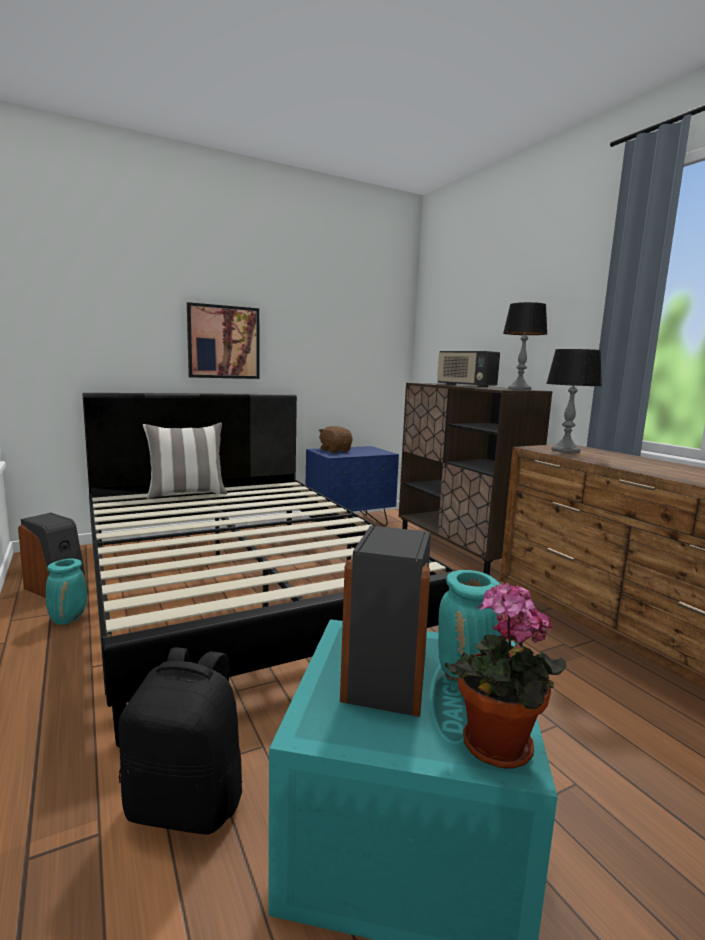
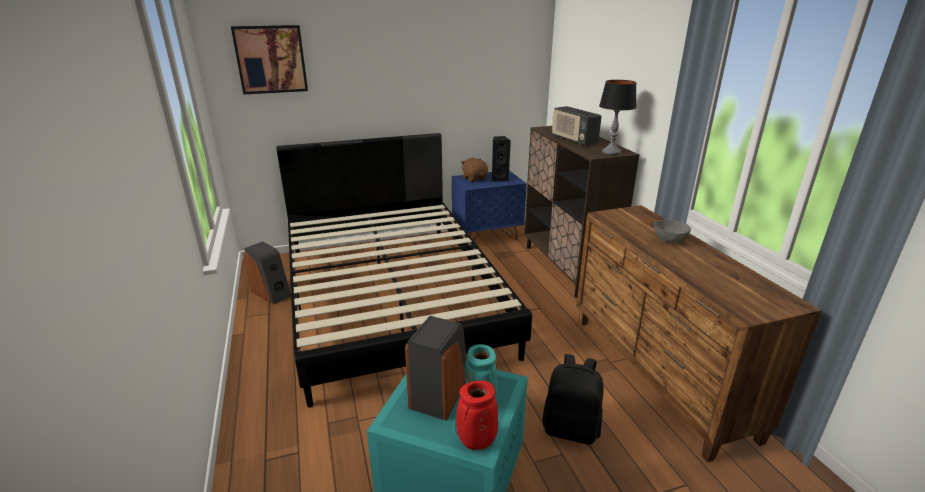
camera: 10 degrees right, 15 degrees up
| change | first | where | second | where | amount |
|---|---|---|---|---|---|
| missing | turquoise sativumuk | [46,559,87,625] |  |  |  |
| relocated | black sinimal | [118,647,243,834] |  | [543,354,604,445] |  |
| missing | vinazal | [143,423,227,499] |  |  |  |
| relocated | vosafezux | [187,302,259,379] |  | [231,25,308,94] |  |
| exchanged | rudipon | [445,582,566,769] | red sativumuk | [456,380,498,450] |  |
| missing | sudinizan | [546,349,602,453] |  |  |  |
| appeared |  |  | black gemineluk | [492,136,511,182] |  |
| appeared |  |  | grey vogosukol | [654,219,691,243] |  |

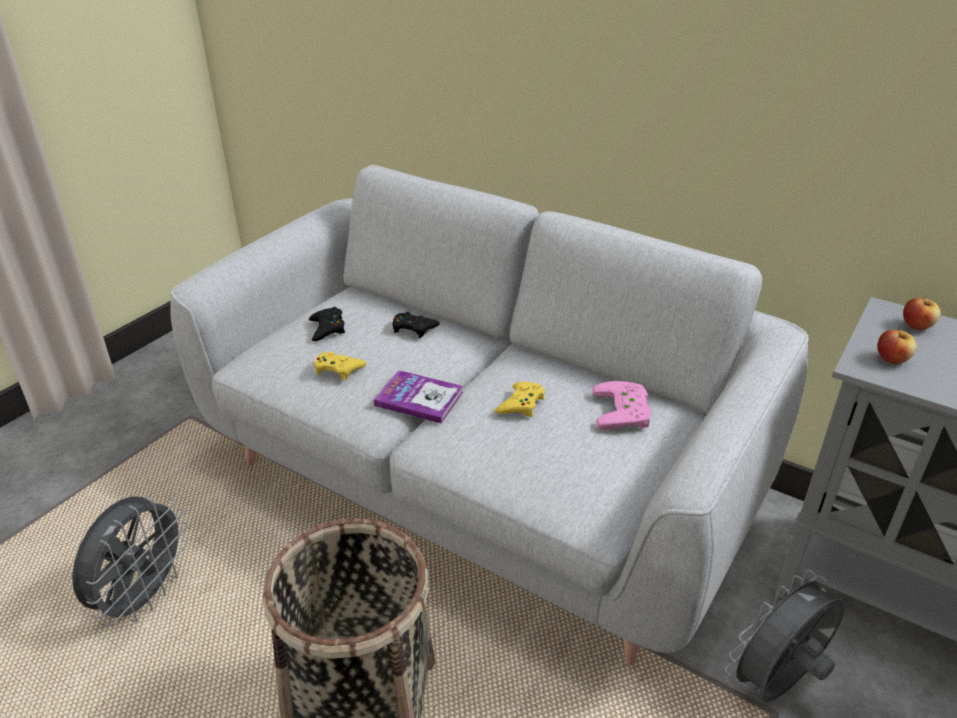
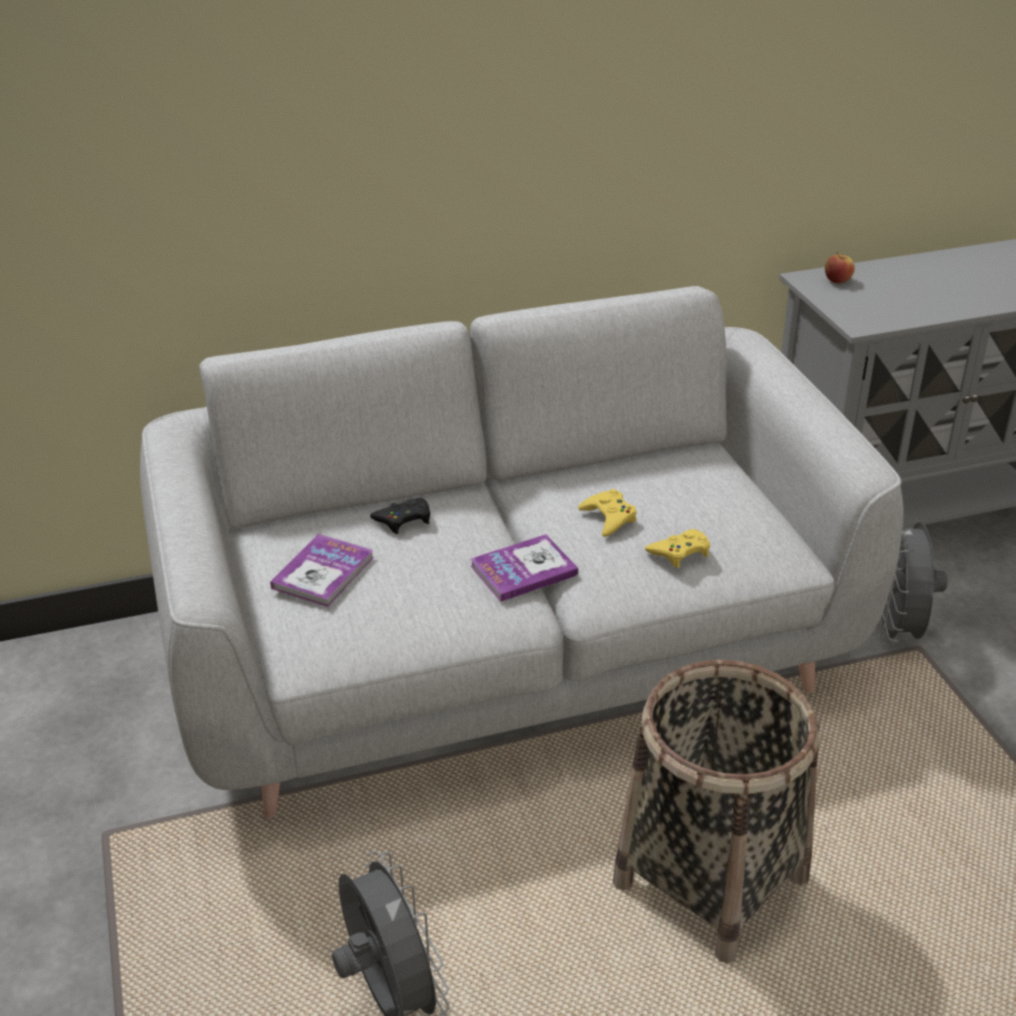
camera: 50 degrees left, 0 degrees up
| change | first | where | second | where | amount |
|---|---|---|---|---|---|
| exchanged | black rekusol | [309,307,345,341] | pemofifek | [270,534,374,607] |  |
| relocated | yellow rekusol | [314,352,366,381] |  | [645,529,710,568] |  |
| missing | pink rekusol | [593,381,651,430] |  |  |  |
| missing | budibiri | [878,327,917,364] |  |  |  |

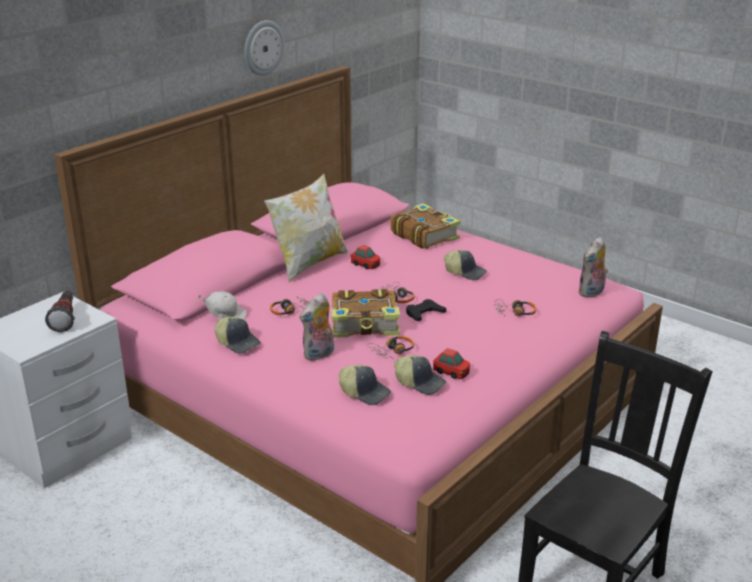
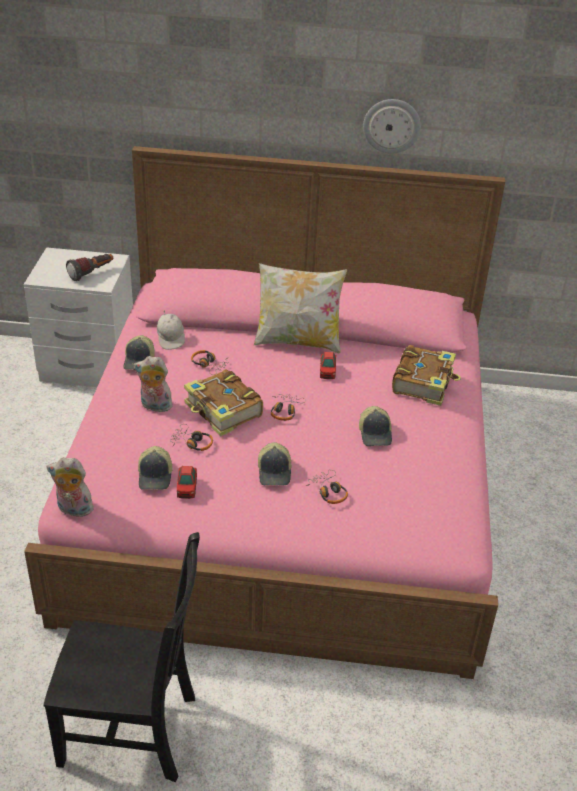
camera: 55 degrees right, 10 degrees up
| change | first | where | second | where | amount |
|---|---|---|---|---|---|
| relocated | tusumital | [339,364,391,405] |  | [258,442,292,486] |  |
| missing | black rekusol | [406,299,446,321] |  |  |  |
| relocated | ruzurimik | [579,237,608,298] |  | [46,457,96,517] |  |

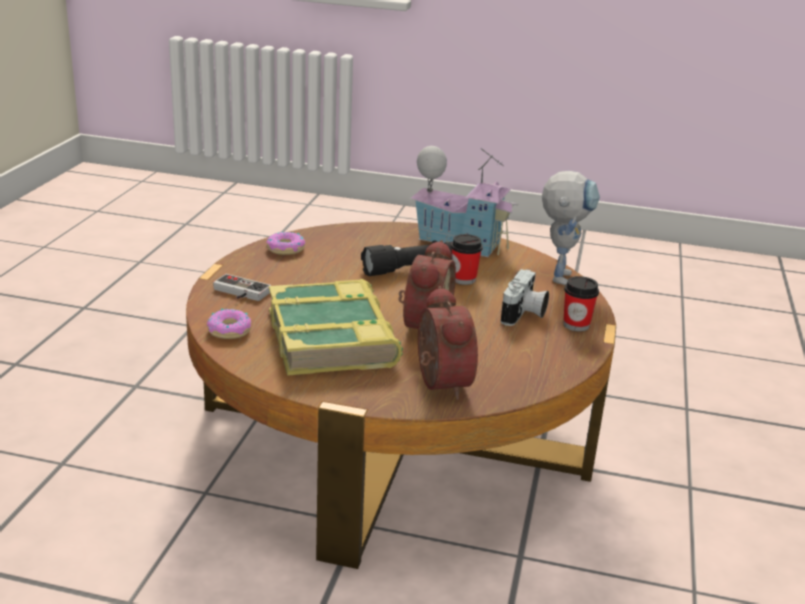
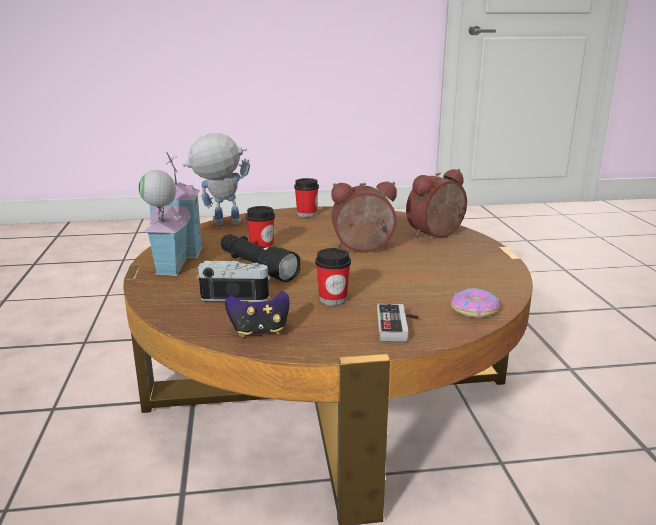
camera: 110 degrees left, 5 degrees down
| change | first | where | second | where | amount |
|---|---|---|---|---|---|
| exchanged | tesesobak | [266,232,305,255] | rekusol | [225,291,290,338] |  |
| missing | pemofifek | [269,279,403,375] |  |  |  |
| relocated | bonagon | [501,269,549,326] |  | [196,261,271,302] |  |
| appeared |  |  | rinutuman | [315,248,351,305] |  |

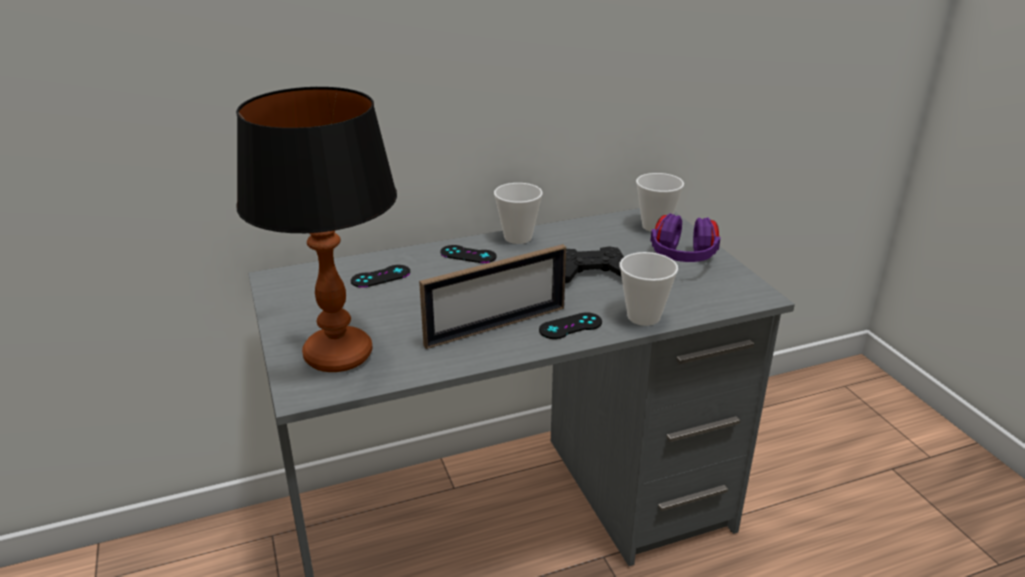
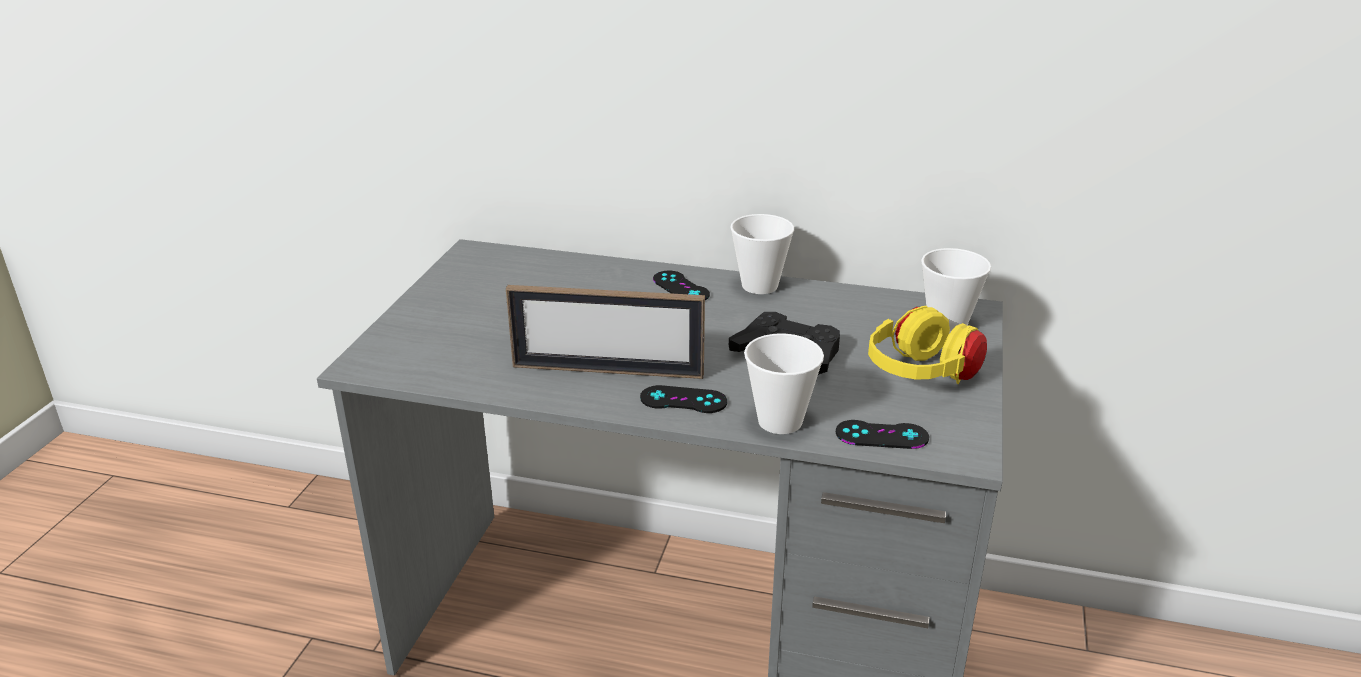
camera: 35 degrees right, 0 degrees up
| change | first | where | second | where | amount |
|---|---|---|---|---|---|
| missing | sudinizan | [236,87,397,372] |  |  |  |
| relocated | black rekusol | [351,265,410,288] |  | [836,420,929,449] |  |
| colour | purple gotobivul | [651,213,721,262] | yellow gotobivul | [868,306,987,384] |  |

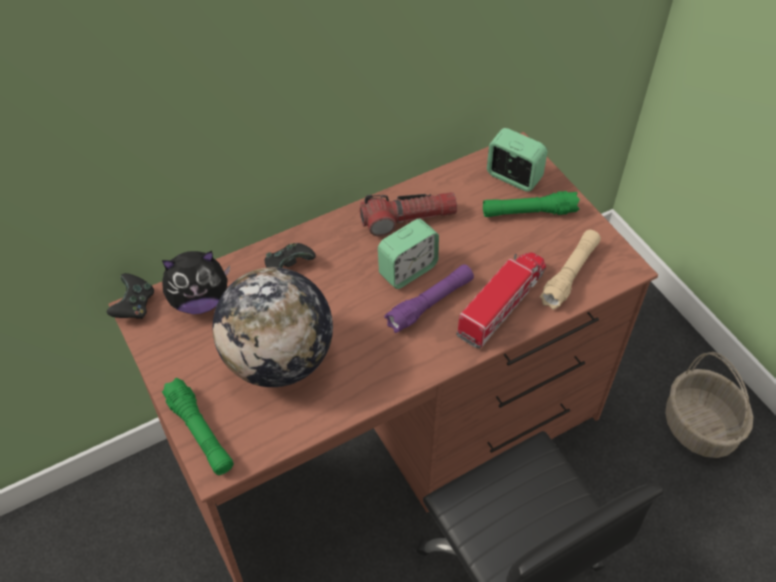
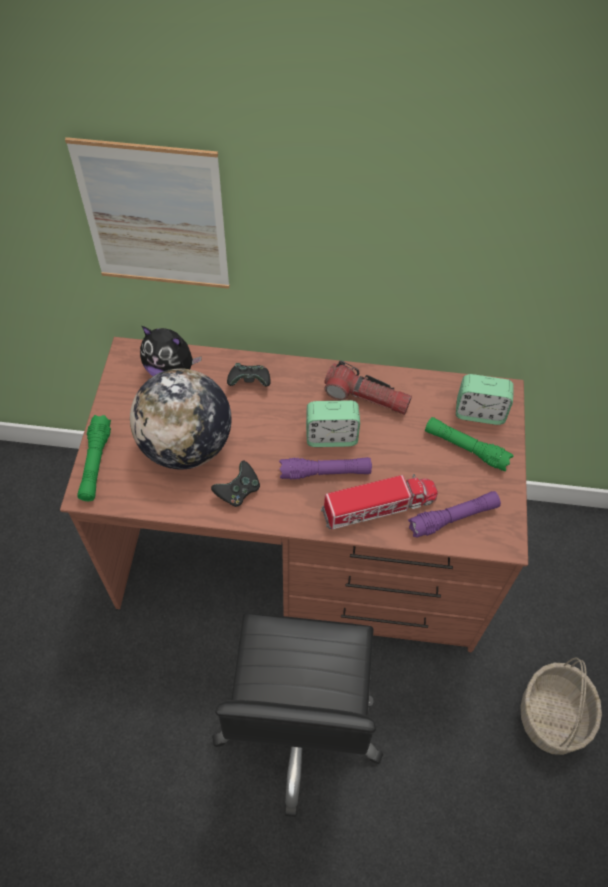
camera: 35 degrees right, 5 degrees up
| change | first | where | second | where | amount |
|---|---|---|---|---|---|
| relocated | black rekusol | [107,273,154,319] |  | [211,461,260,507] |  |
| spun | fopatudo | [487,128,548,192] |  | [456,374,514,425] | 120 degrees clockwise |
| colour | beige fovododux | [540,230,601,310] | purple fovododux | [408,491,501,537] |  |
| appeared |  |  | vosafezux | [65,137,230,289] |  |

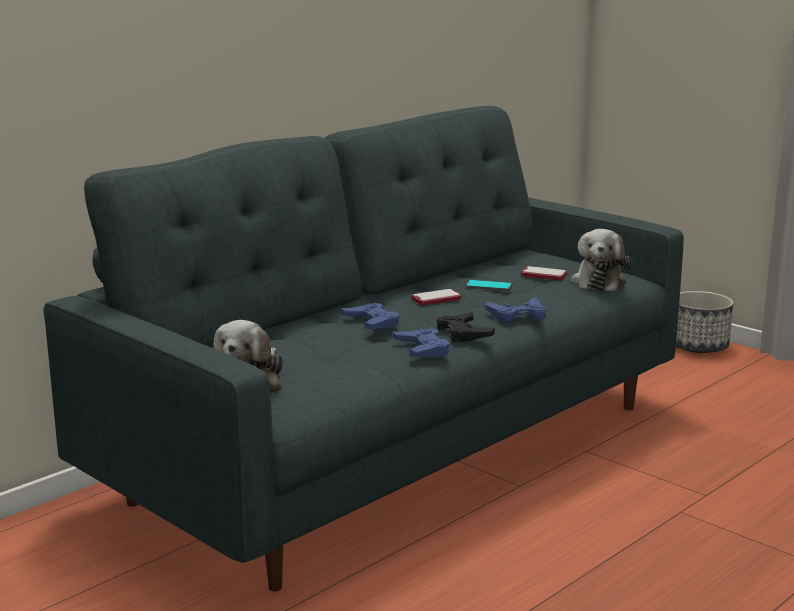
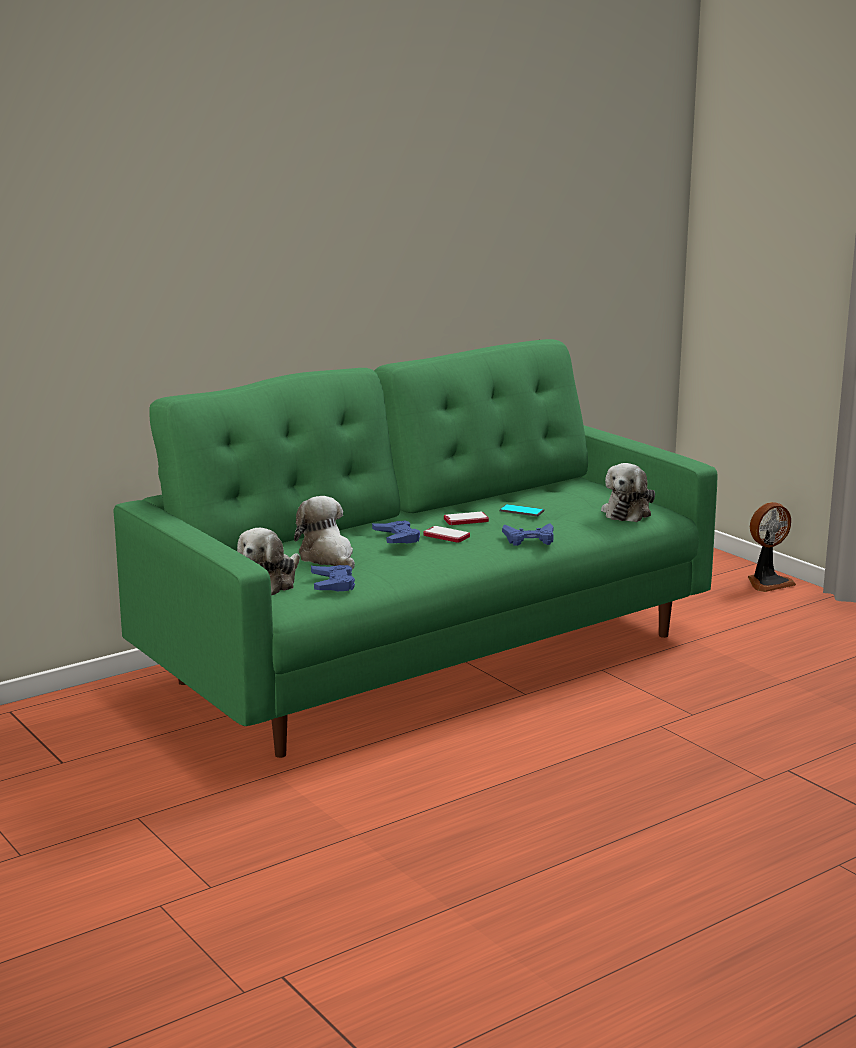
camera: 10 degrees right, 0 degrees up
| change | first | where | second | where | amount |
|---|---|---|---|---|---|
| colour | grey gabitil | [44,106,684,592] | green gabitil | [113,339,718,758] |  |
| relocated | blue rekusol | [393,328,450,357] |  | [311,565,355,591] |  |
| missing | black rekusol | [437,312,495,342] |  |  |  |
| relocated | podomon | [521,266,567,280] |  | [423,526,470,543] |  |
| exchanged | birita | [676,291,734,353] | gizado | [748,502,796,592] |  |
| appeared |  |  | ruzurimik | [294,496,355,569] |  |

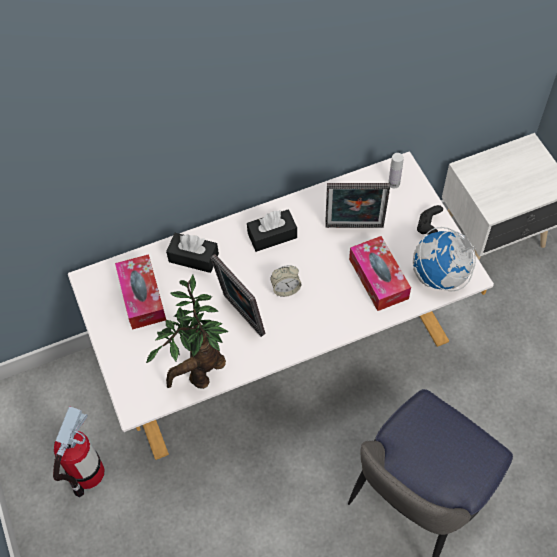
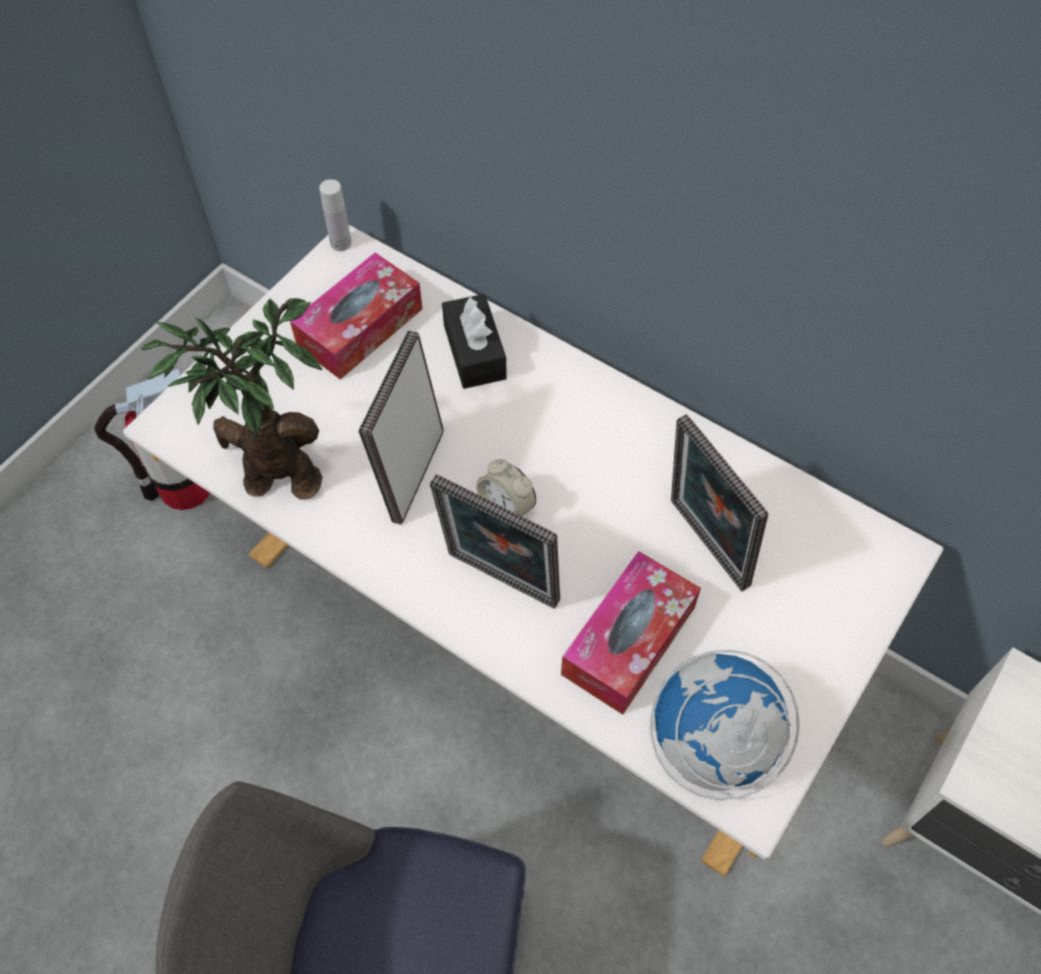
camera: 55 degrees right, 0 degrees up
| change | first | where | second | where | amount |
|---|---|---|---|---|---|
| missing | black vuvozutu | [247,209,297,252] |  |  |  |
| relocated | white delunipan | [388,153,404,189] |  | [319,179,352,251] |  |
| missing | black rekusol | [417,205,443,234] |  |  |  |
| appeared |  |  | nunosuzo | [430,474,560,609] |  |

